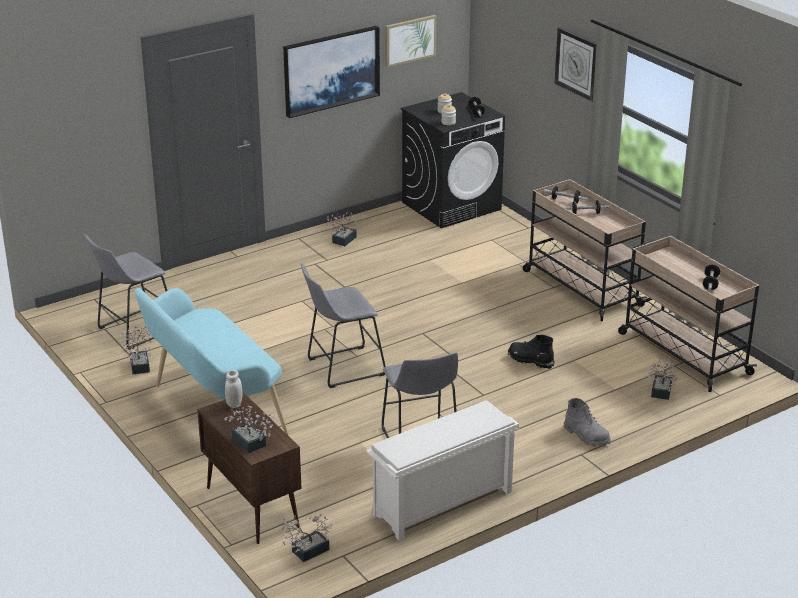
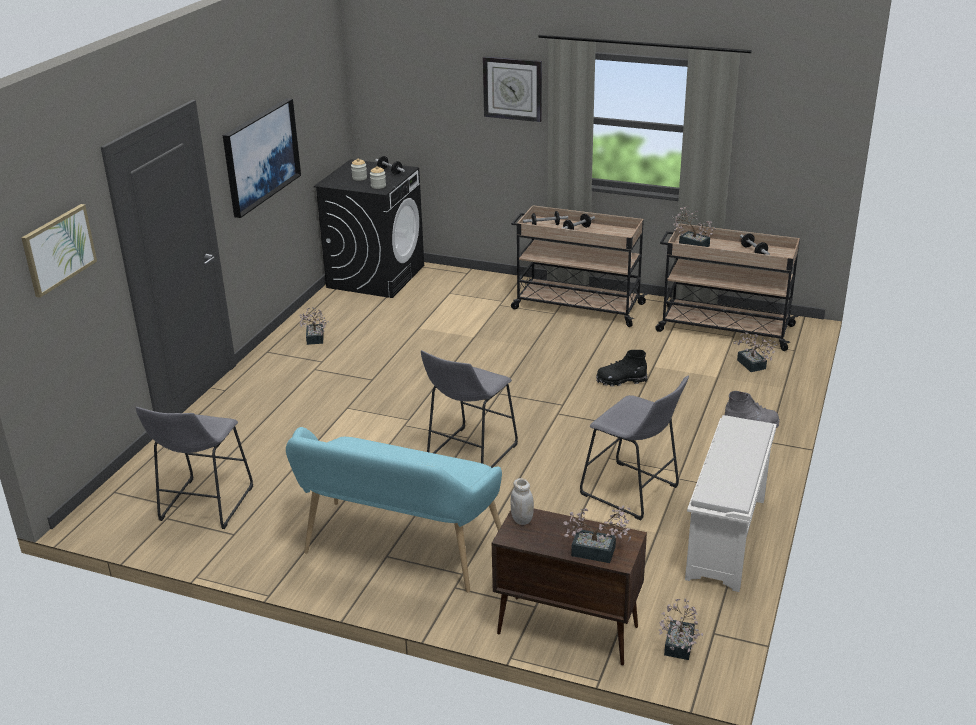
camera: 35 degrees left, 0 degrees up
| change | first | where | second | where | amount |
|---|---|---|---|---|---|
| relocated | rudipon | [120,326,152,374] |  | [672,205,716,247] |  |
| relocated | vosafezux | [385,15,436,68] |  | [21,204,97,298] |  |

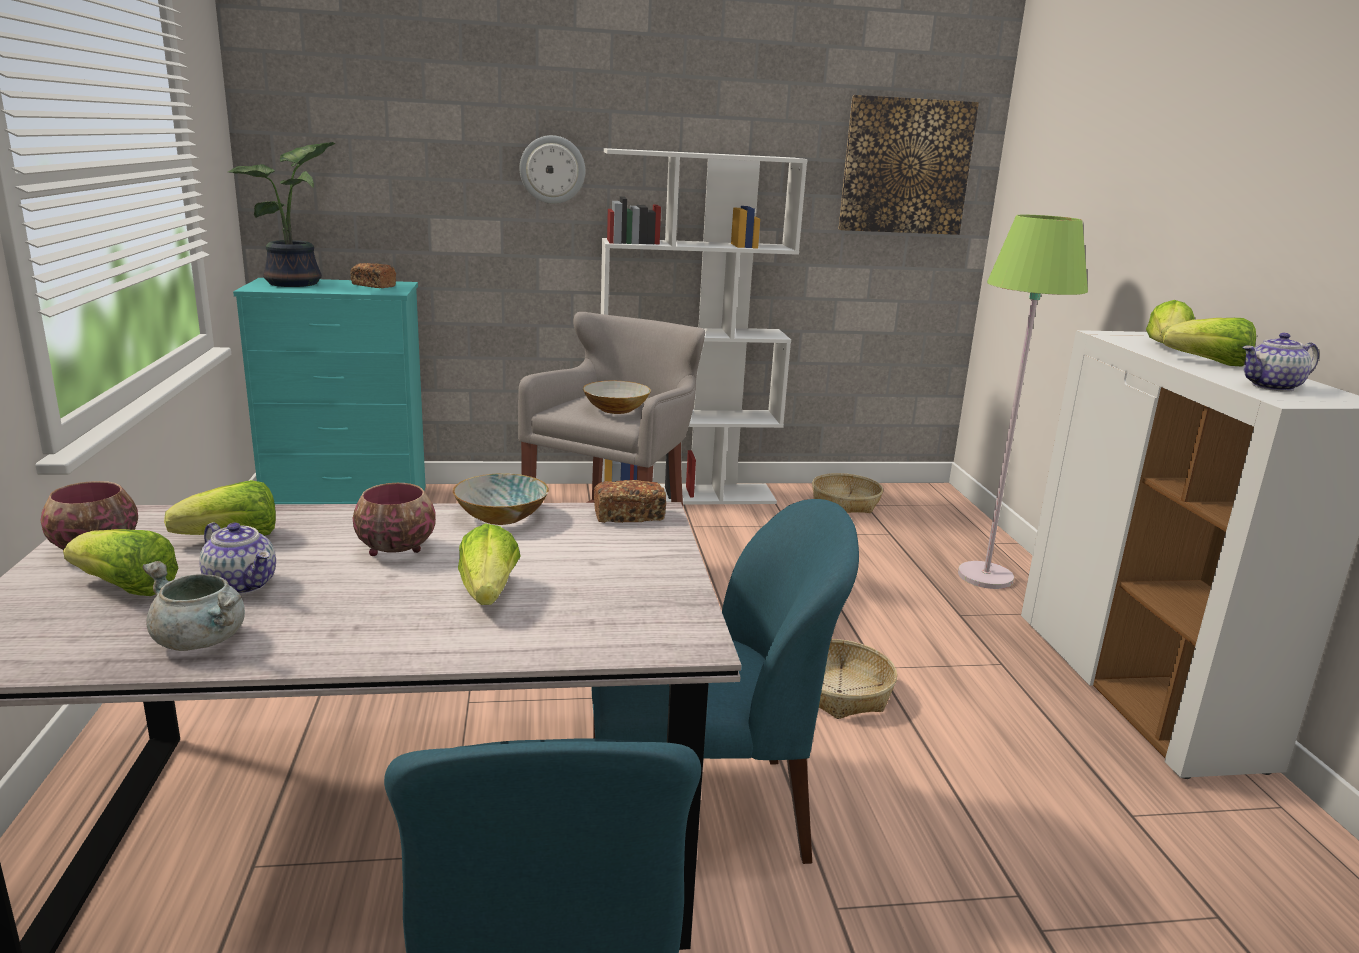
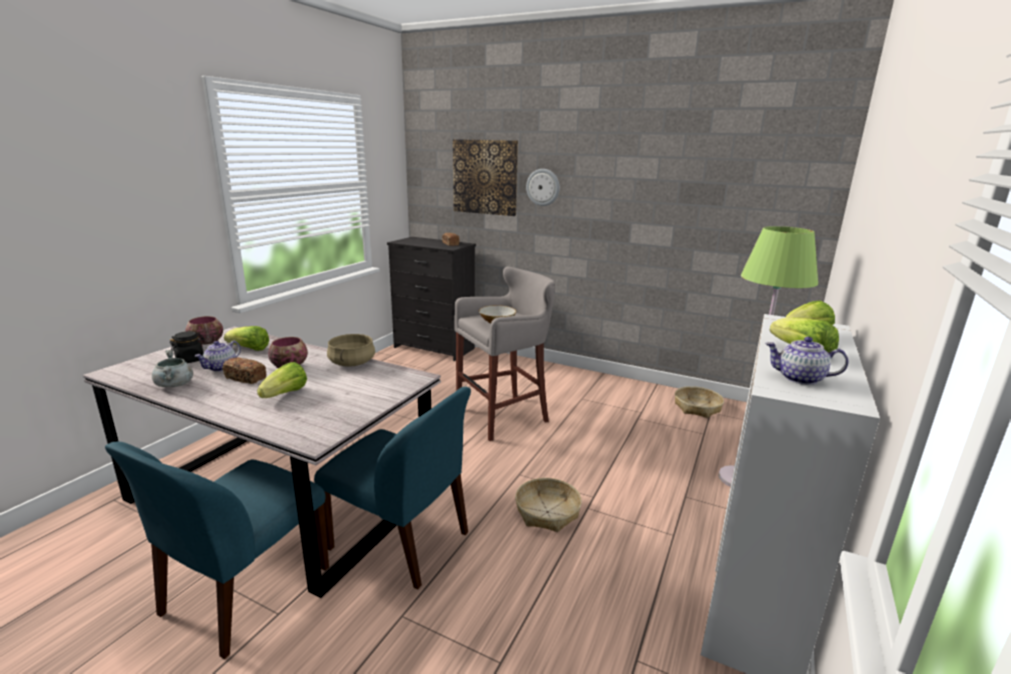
camera: 35 degrees right, 0 degrees up
| change | first | where | second | where | amount |
|---|---|---|---|---|---|
| exchanged | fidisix | [63,529,178,596] | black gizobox | [170,331,205,363] |  |
| spun | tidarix | [199,522,276,595] |  | [195,340,241,372] | 45 degrees clockwise |
| missing | rudipon | [228,142,336,287] |  |  |  |
| colour | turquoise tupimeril | [233,278,426,504] | black tupimeril | [387,237,476,361] |  |
| exchanged | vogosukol | [453,473,549,525] | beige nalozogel | [327,334,375,367] |  |
| relocated | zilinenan | [594,480,666,523] |  | [223,357,266,384] |  |
| missing | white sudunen | [601,148,808,505] |  |  |  |
| relocated | vosafezux | [839,95,979,235] |  | [453,139,518,216] |  |

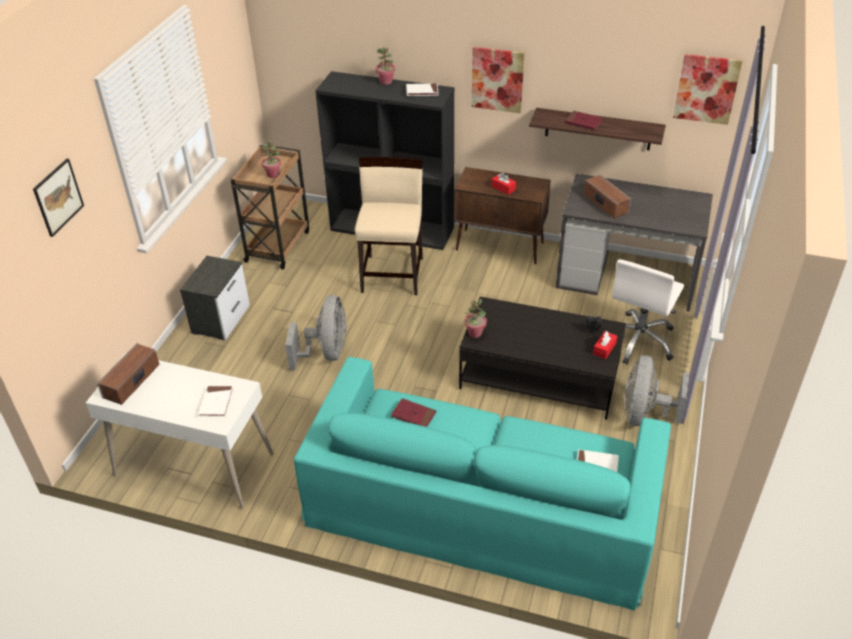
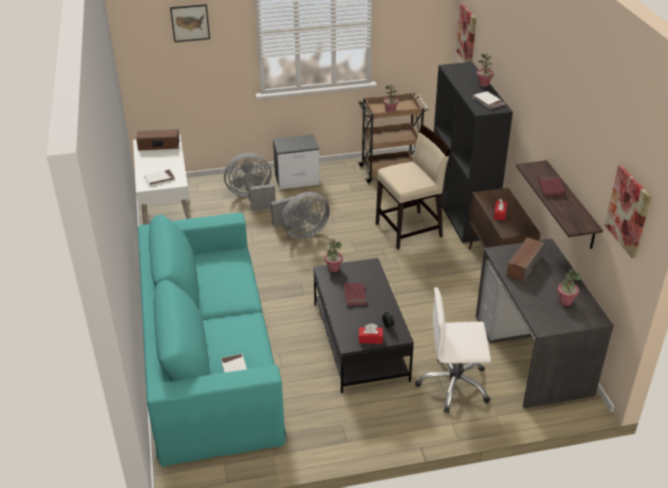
camera: 60 degrees right, 5 degrees down
| change | first | where | second | where | amount |
|---|---|---|---|---|---|
| relocated | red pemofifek | [391,398,436,427] |  | [344,283,367,306] |  |
| relocated | vosafezux | [472,47,525,113] |  | [456,3,476,62] |  |
| relocated | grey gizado | [625,355,690,426] |  | [224,153,276,211] |  |
| appeared |  |  | rudipon | [557,269,581,306] |  |

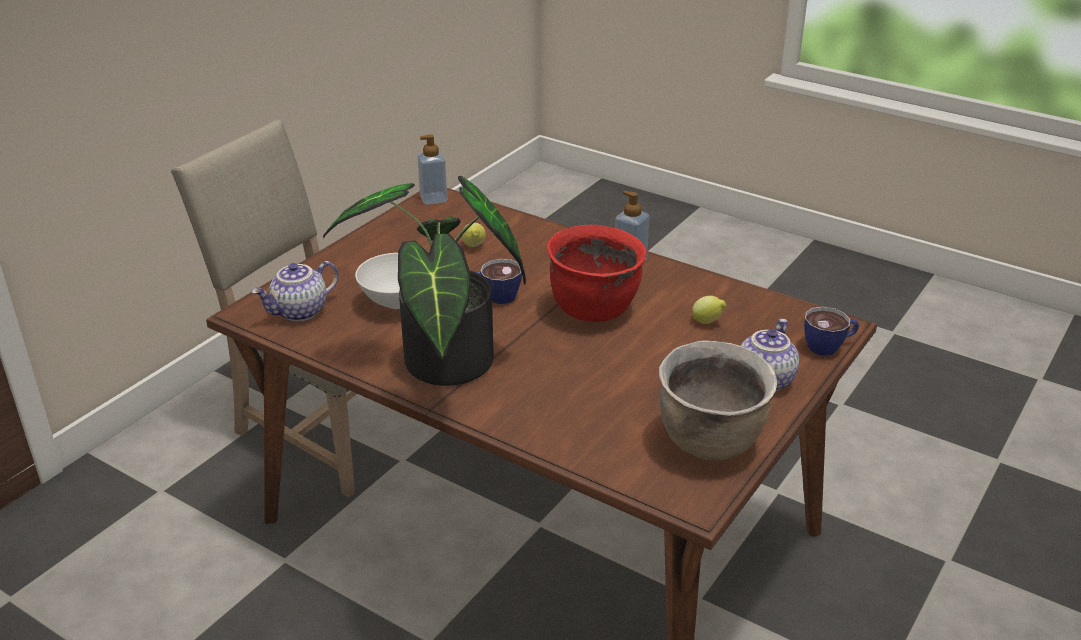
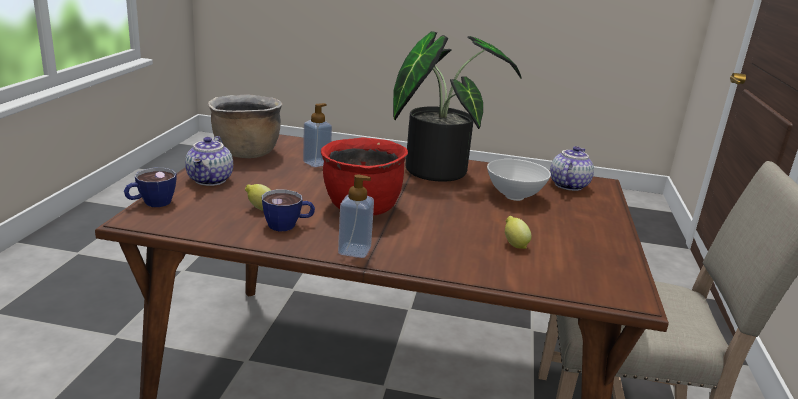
camera: 155 degrees right, 10 degrees down
| change | first | where | second | where | amount |
|---|---|---|---|---|---|
| relocated | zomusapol | [417,134,448,205] |  | [303,103,332,167] |  |
| relocated | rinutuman | [474,259,522,304] |  | [262,189,315,231] |  |

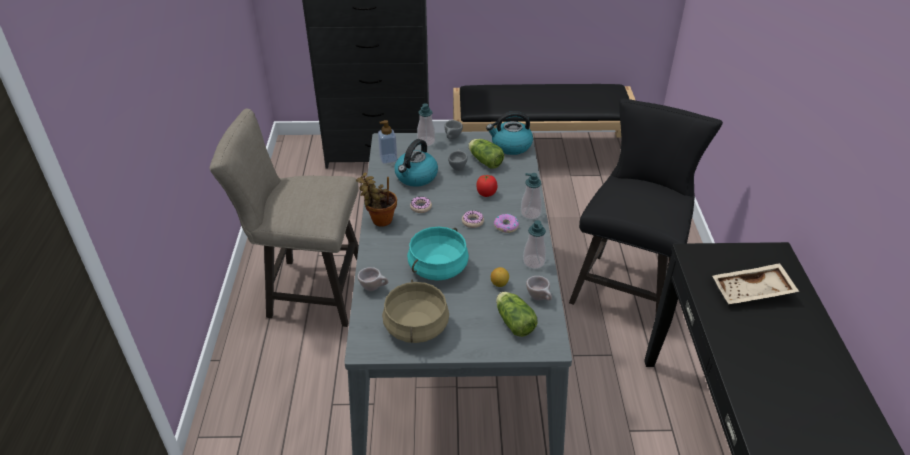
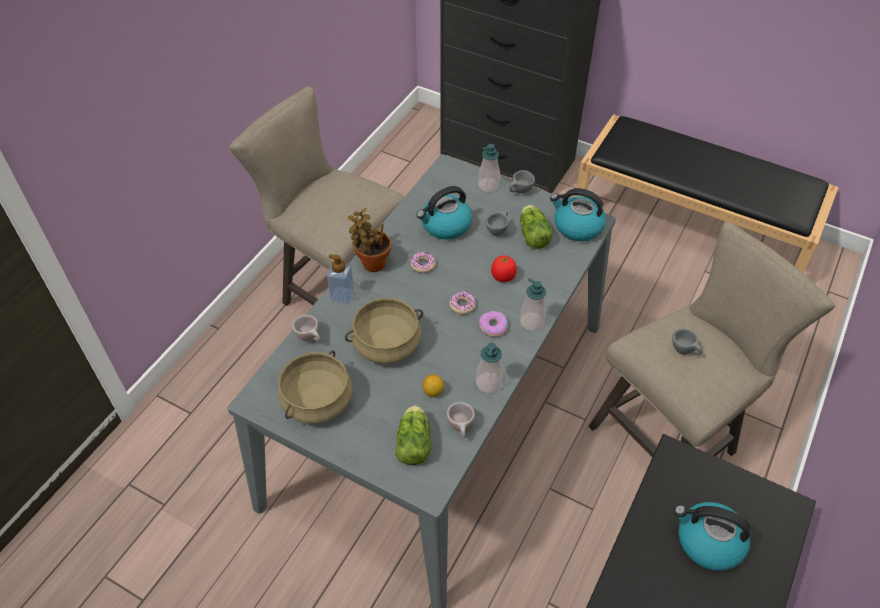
camera: 30 degrees right, 10 degrees up
| change | first | where | second | where | amount |
|---|---|---|---|---|---|
| relocated | zomusapol | [378,120,397,164] |  | [327,255,354,304] |  |
| colour | turquoise nalozogel | [407,227,469,281] | beige nalozogel | [345,298,423,364] |  |
| colour | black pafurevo | [569,98,723,313] | beige pafurevo | [588,222,835,457] |  |
| exchanged | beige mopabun | [712,263,799,304] | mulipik | [674,502,751,571] |  |
| appeared |  |  | grey rinutuman | [672,328,702,355] |  |

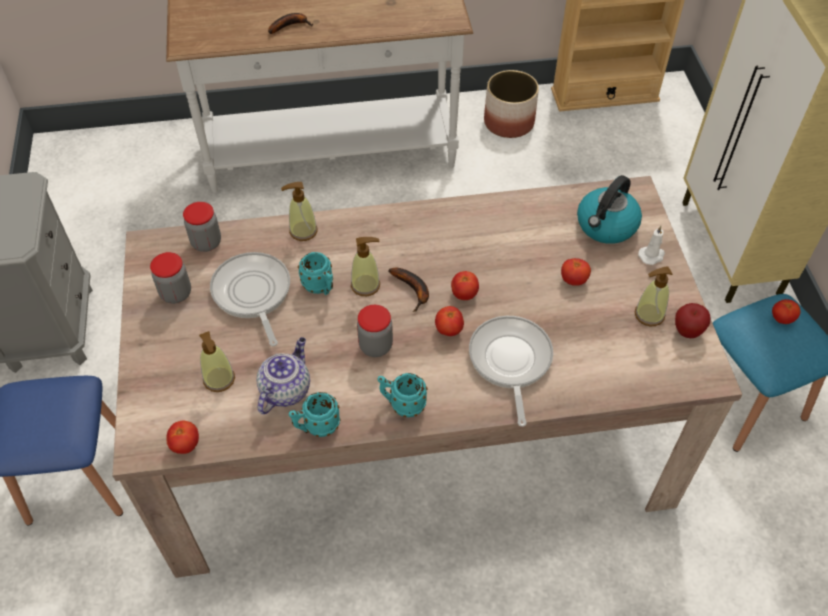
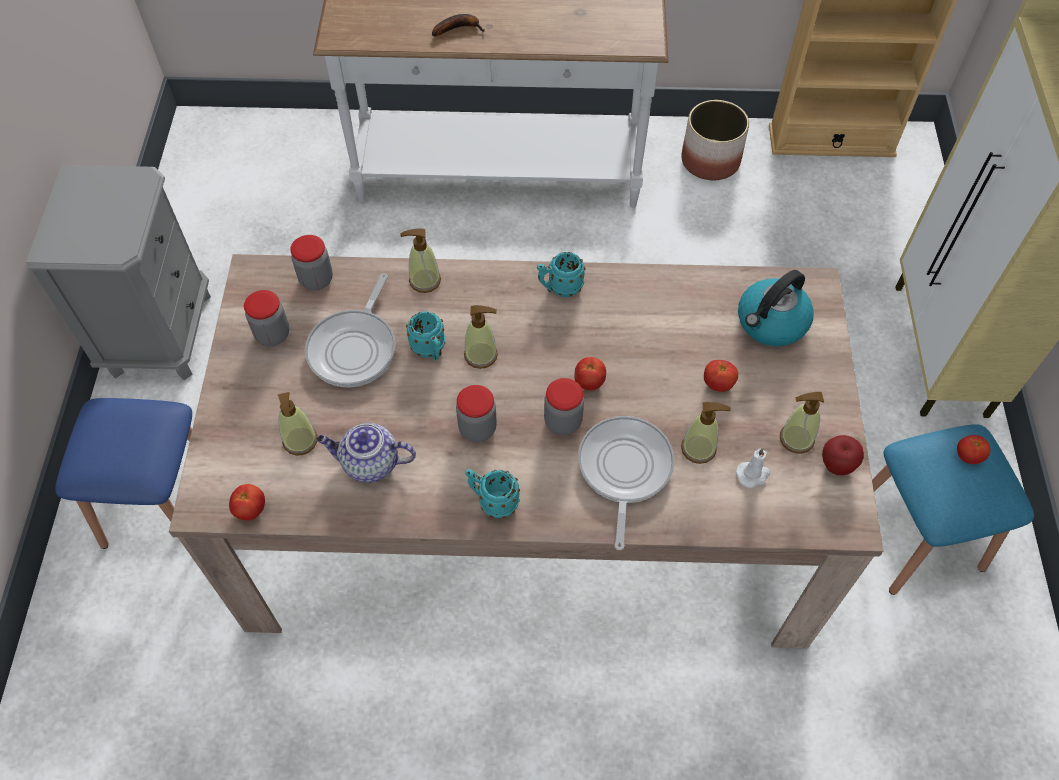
camera: 10 degrees right, 5 degrees up
| change | first | where | second | where | amount |
|---|---|---|---|---|---|
| spun | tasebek | [210,252,290,346] |  | [305,273,395,387] | 150 degrees counterclockwise |
| spun | tidarix | [256,337,310,414] |  | [317,423,416,483] | 120 degrees counterclockwise |
| relocated | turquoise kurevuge | [289,392,341,437] |  | [537,252,586,297] |  |
| missing | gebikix | [388,268,429,312] |  |  |  |
| exchanged | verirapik | [435,306,464,336] | gizobox | [544,378,584,436] |  |
| relocated | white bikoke | [638,226,665,265] |  | [736,448,770,488] |  |
| appeared |  |  | zomusapol | [681,402,731,464] |  |

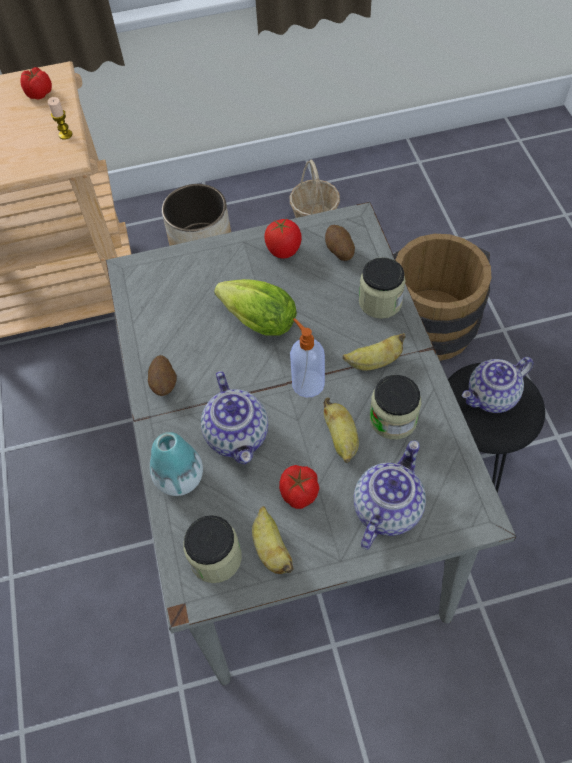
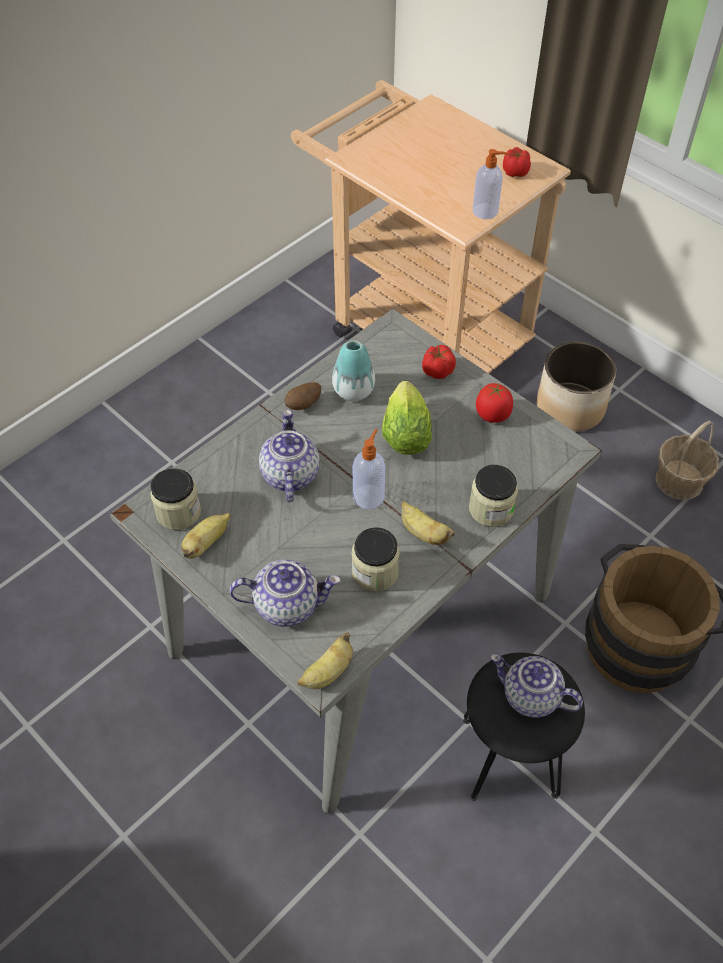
camera: 55 degrees right, 5 degrees down
| change | first | where | second | where | amount |
|---|---|---|---|---|---|
| exchanged | bikoke | [48,97,73,140] | zomusapol | [473,149,509,219] |  |
| relocated | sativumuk | [150,432,203,496] |  | [332,340,375,401] |  |
| spun | tidarix | [201,371,268,465] |  | [259,410,320,502] | 135 degrees clockwise |
| relocated | verirapik | [279,465,319,509] |  | [422,345,456,379] |  |
| relocated | gebikix | [323,397,359,463] |  | [297,632,353,689] |  |
| missing | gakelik | [325,225,355,261] |  |  |  |

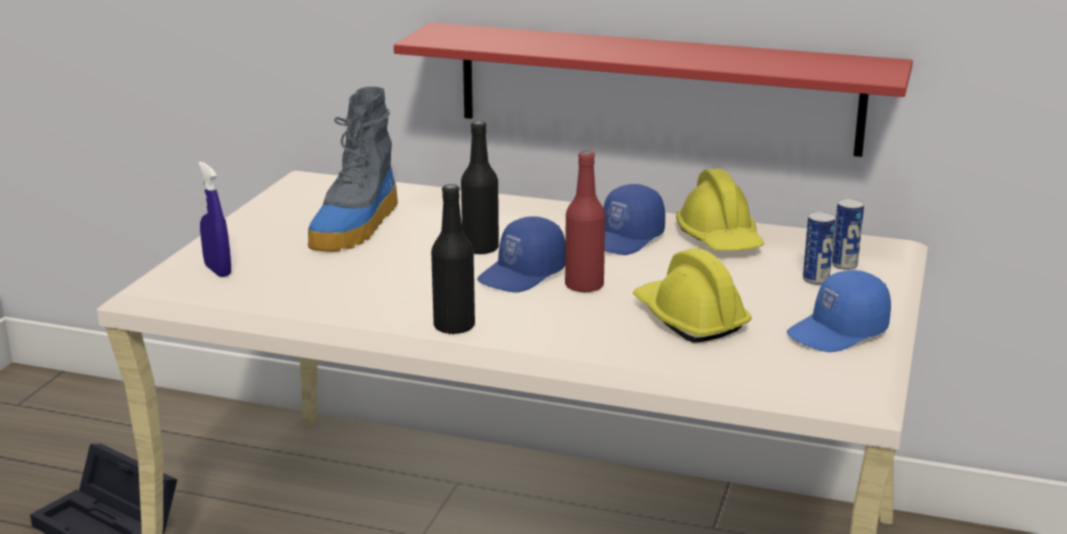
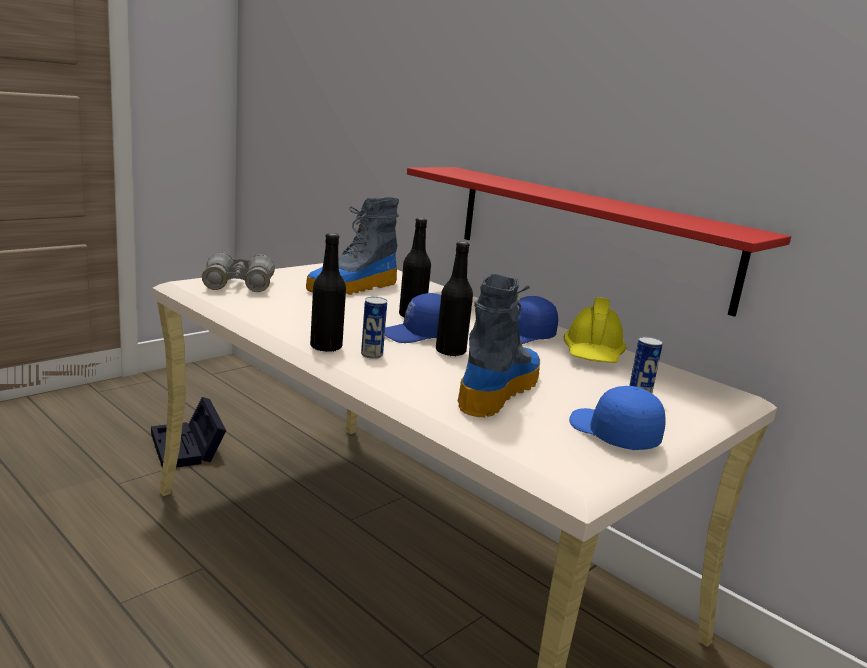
camera: 25 degrees right, 5 degrees down
| change | first | where | second | where | amount |
|---|---|---|---|---|---|
| exchanged | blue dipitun | [198,162,231,277] | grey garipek | [202,252,275,292] |  |
| colour | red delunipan | [565,151,605,293] | black delunipan | [436,241,473,357] |  |
| exchanged | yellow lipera | [633,248,752,342] | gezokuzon | [458,274,540,417] |  |
| spun | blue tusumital | [787,270,891,352] |  | [569,386,666,450] | 60 degrees clockwise |
| relocated | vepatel | [832,198,864,270] |  | [361,297,387,359] |  |

